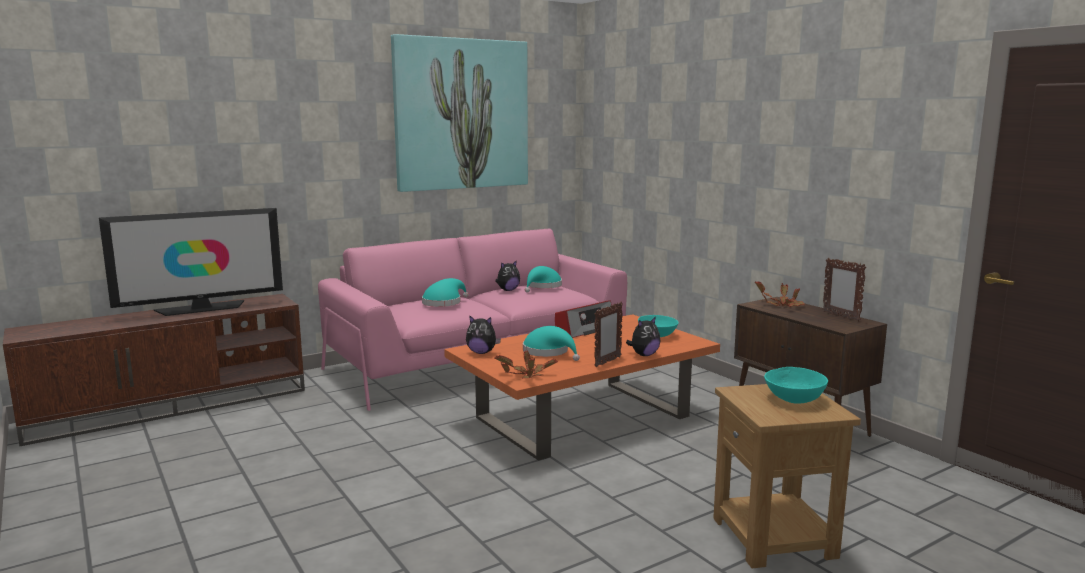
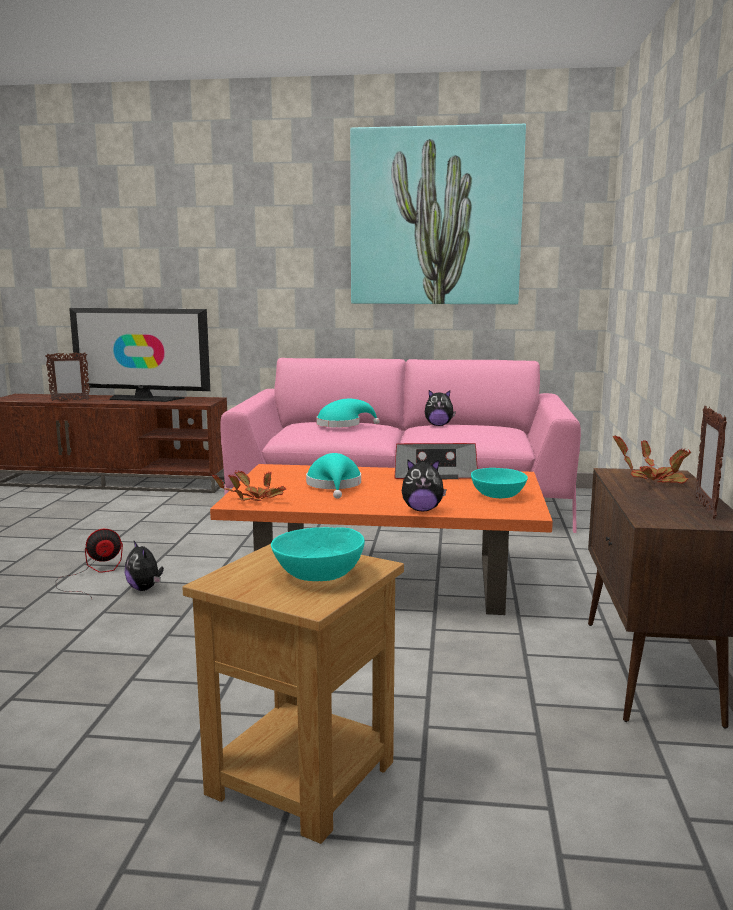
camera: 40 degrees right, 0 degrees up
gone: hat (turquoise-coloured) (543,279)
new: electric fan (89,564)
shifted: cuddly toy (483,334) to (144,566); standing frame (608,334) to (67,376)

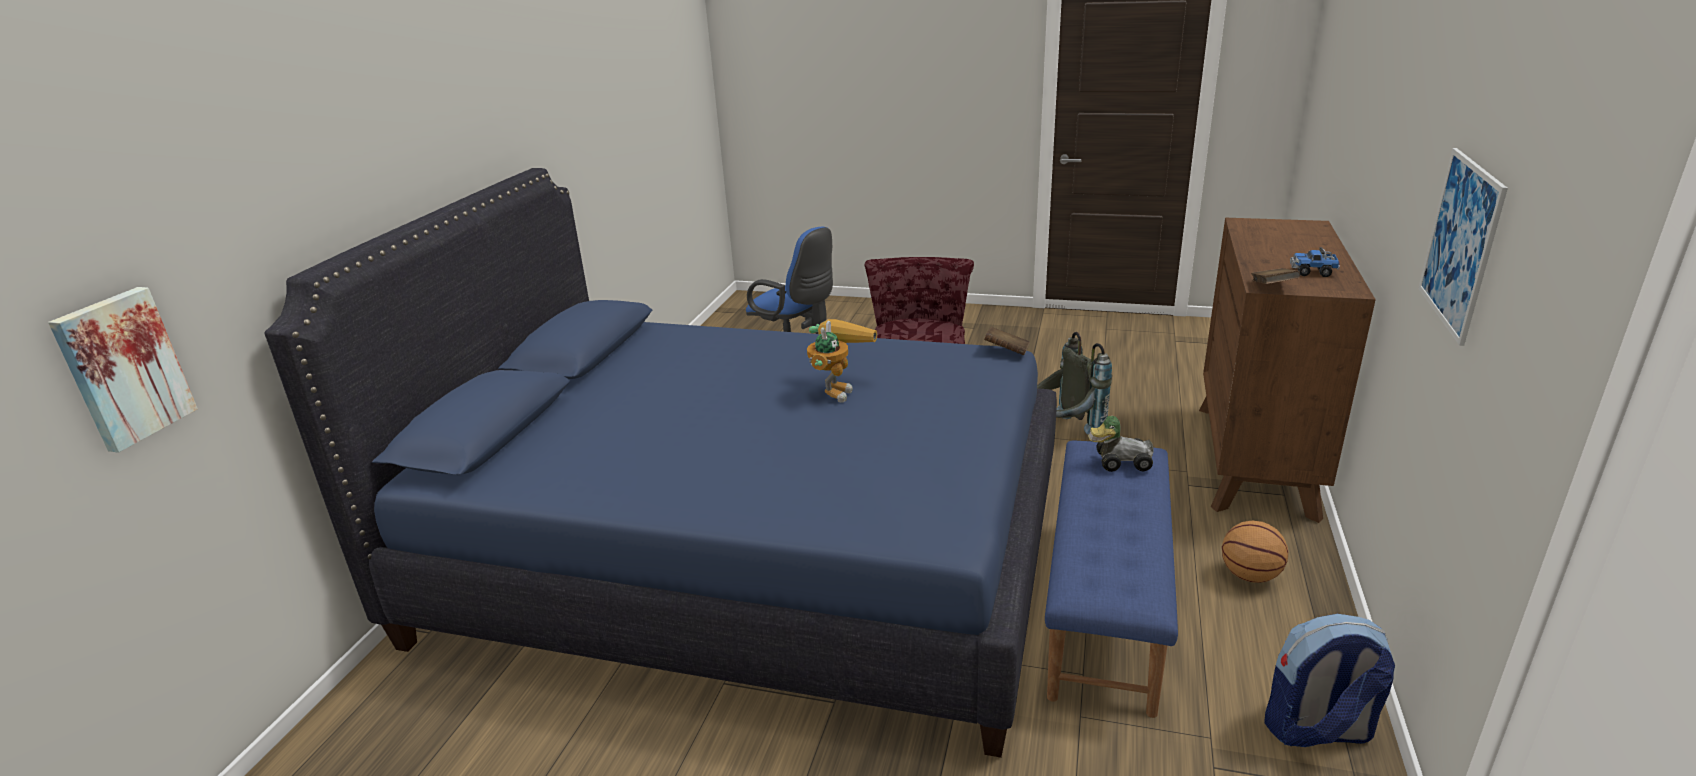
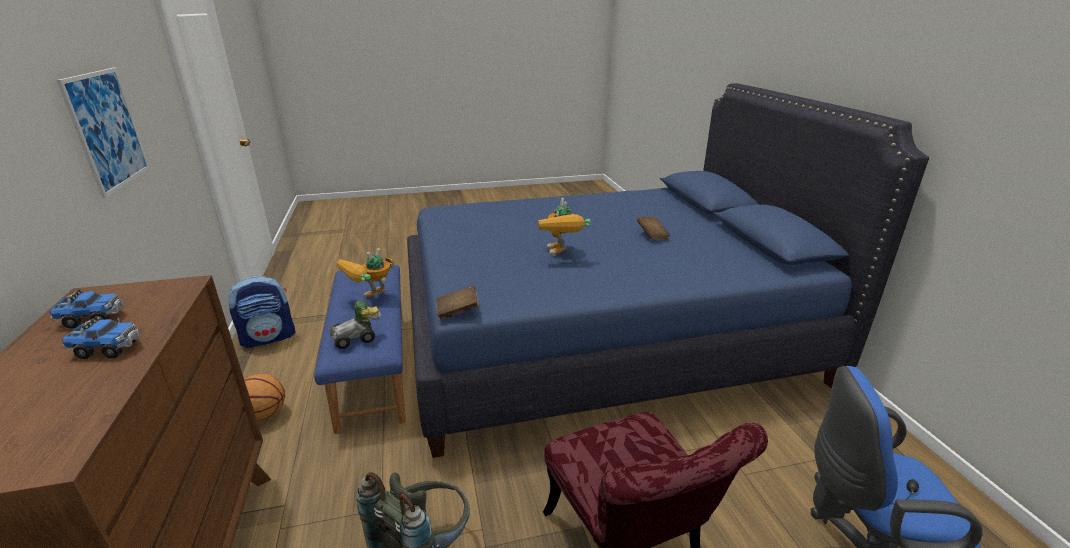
camera: 150 degrees right, 0 degrees up
gone: picture (123,370)
new: toy truck (101,337); toy robot (365,273)
shifted: book (brownish) (1275,276) to (653,228)

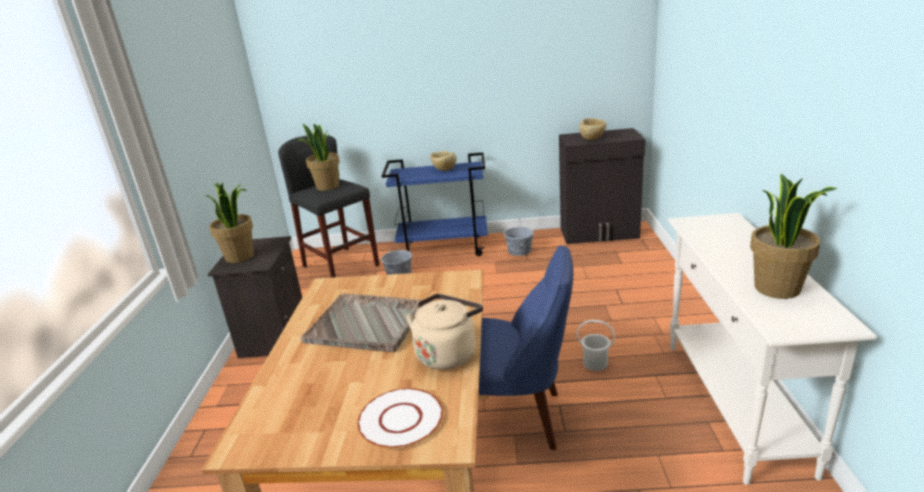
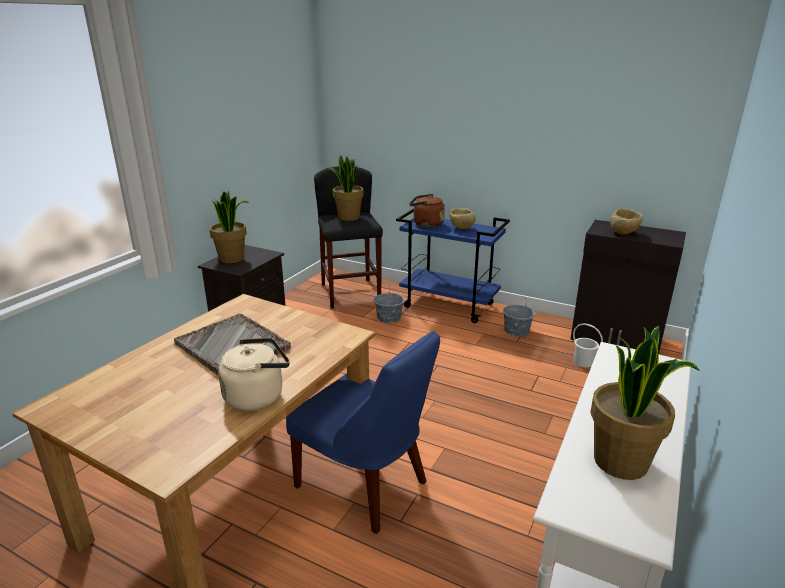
camera: 25 degrees right, 0 degrees up
gone: dinner plate (whitish) (400,418)
new: kettle (brownish) (427,211)
shifted: pail (whitish) (596,345) to (588,346)

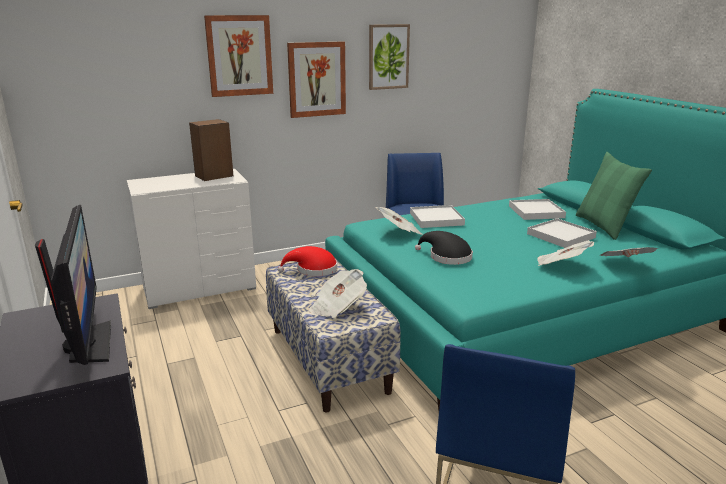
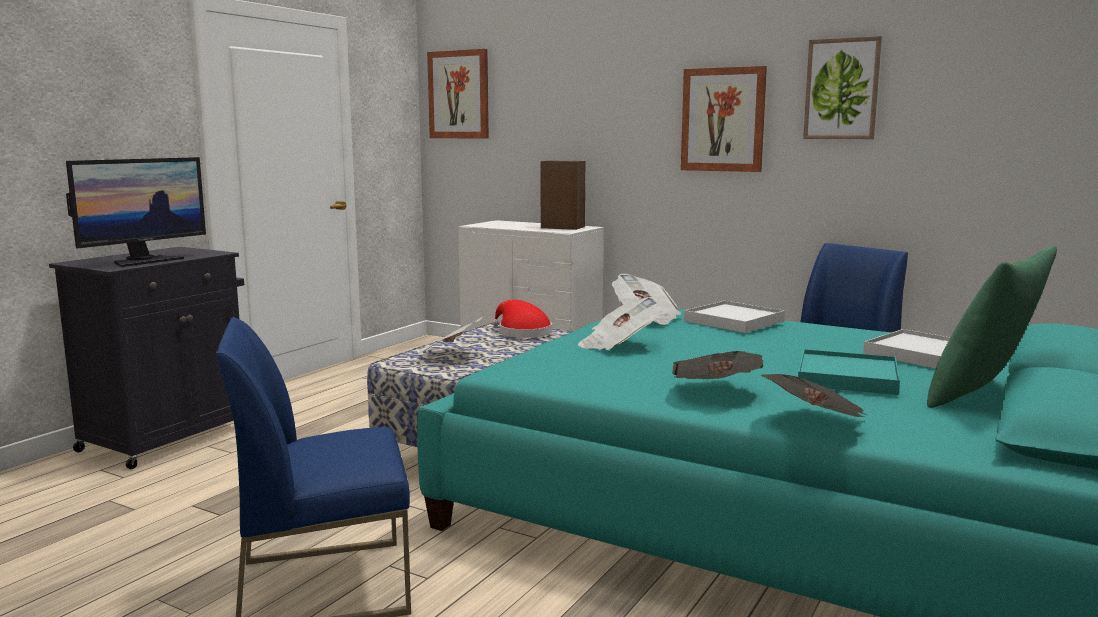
camera: 55 degrees right, 10 degrees down
shifted: picture (238,56) to (458,94)
swapped: hat (blackish) (444,248) to printed paper (619,323)
repainted: serving tray (whitish) (562,233) to serving tray (turquoise-coloured) (849,372)

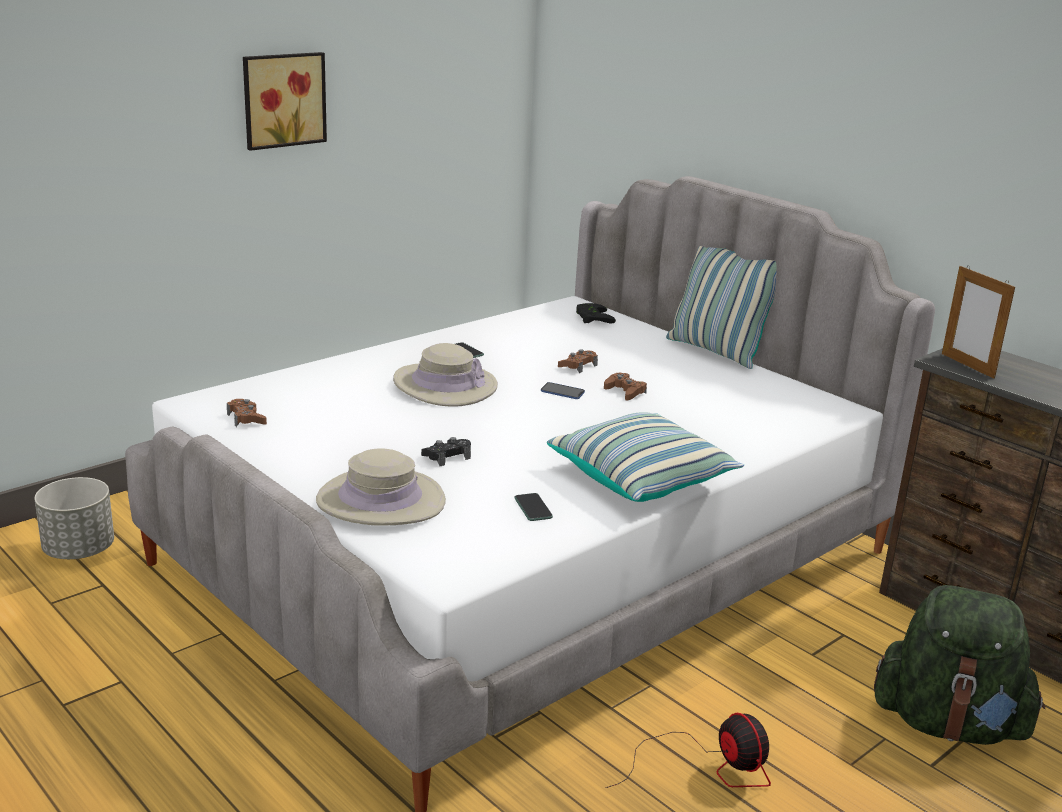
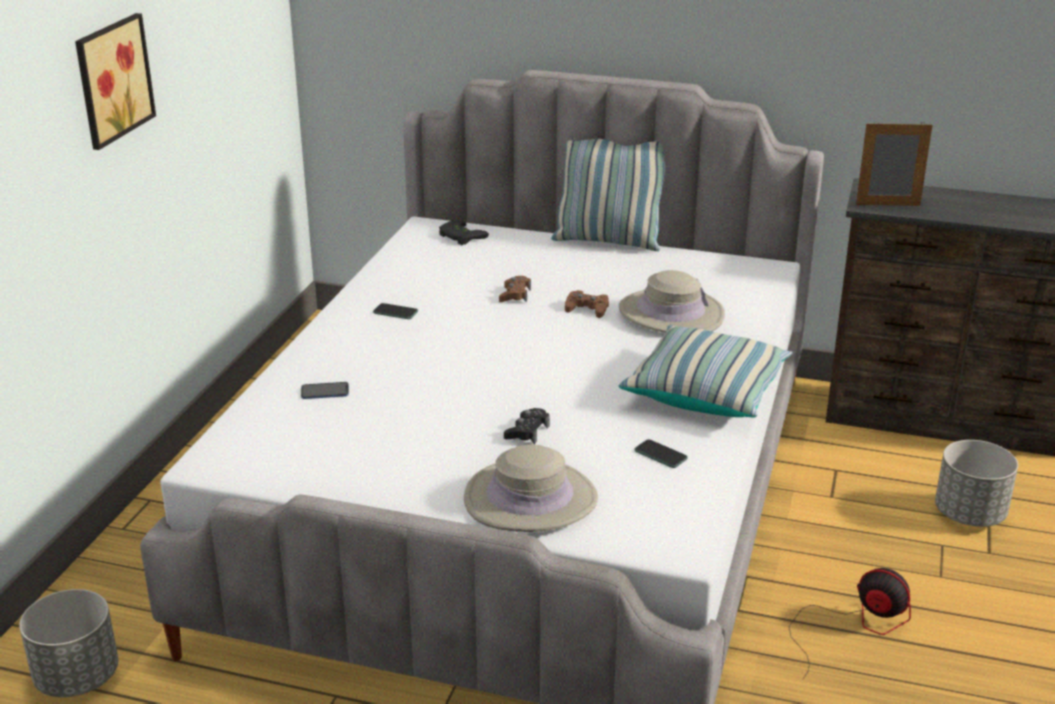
camera: 30 degrees left, 5 degrees up
gone: gamepad (brownish) (247,413)
shifted: hat (beige) (445,375) to (672,301); handset (563,390) to (325,390)
swapped: backpack (greenish) (959,665) to flower pot (grey) (976,483)
rotated: standing frame (978,322) = (894,163) 150 degrees clockwise

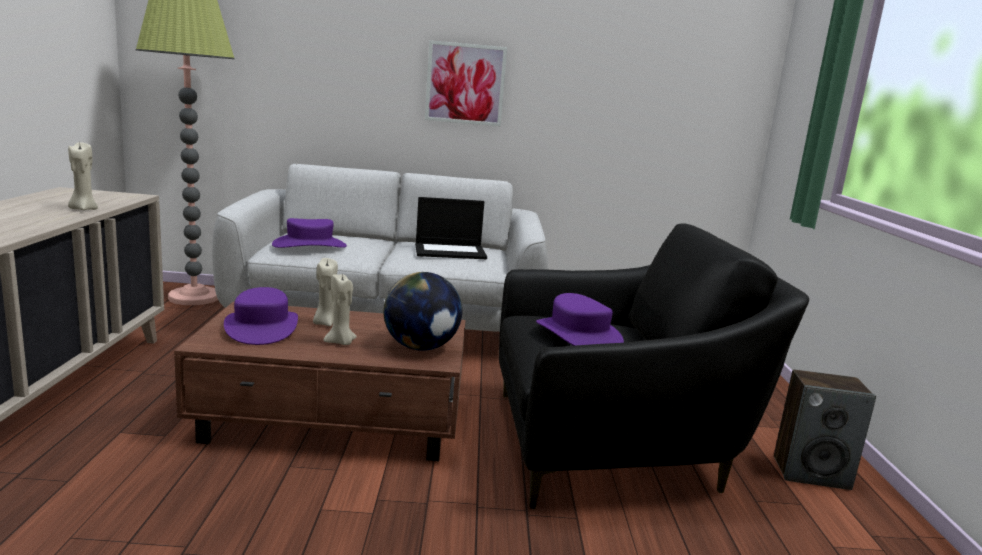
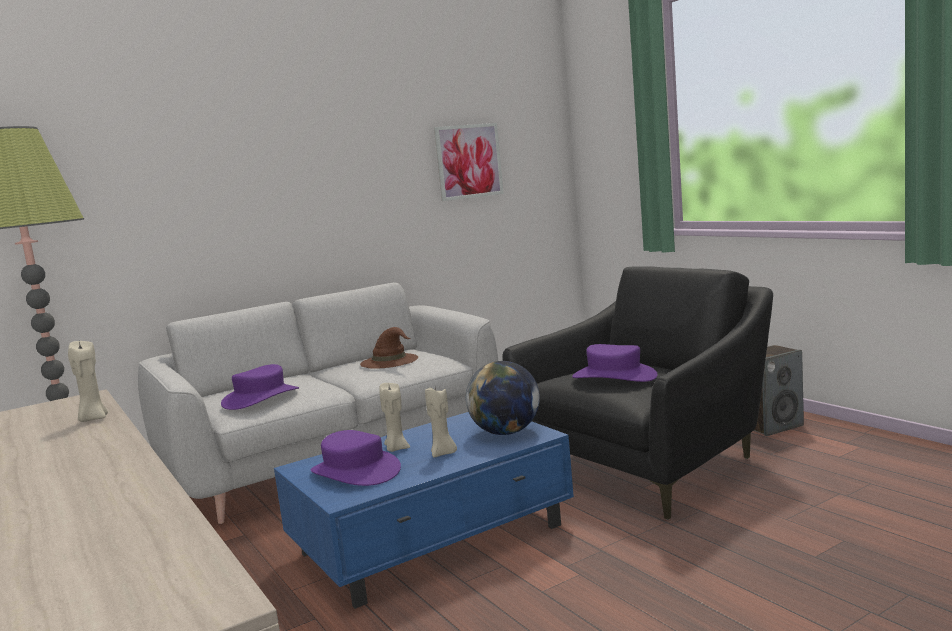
camera: 30 degrees left, 5 degrees down
shifted: picture (466,83) to (469,162)
swapped: portable computer (451,228) to hat (brownish) (389,348)
repainted: low table (brownish) (320,381) to low table (blue) (424,510)

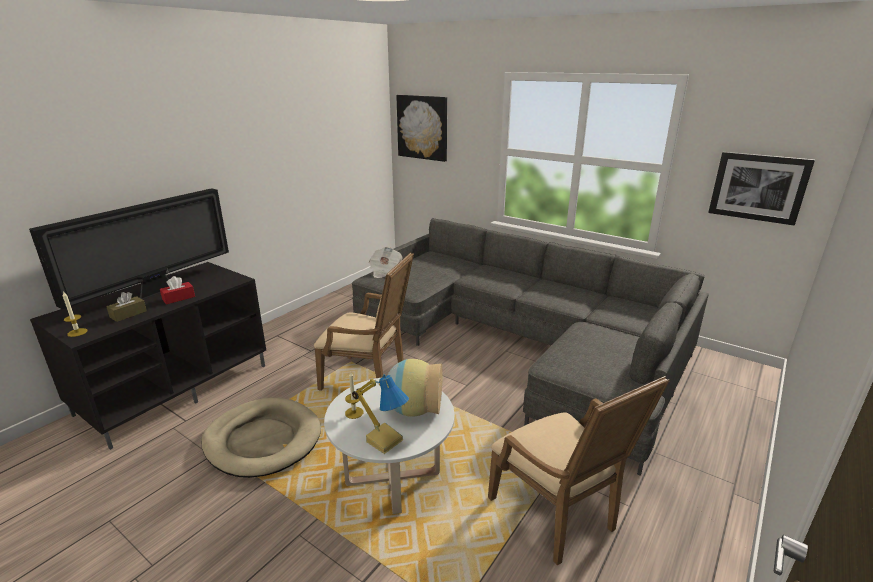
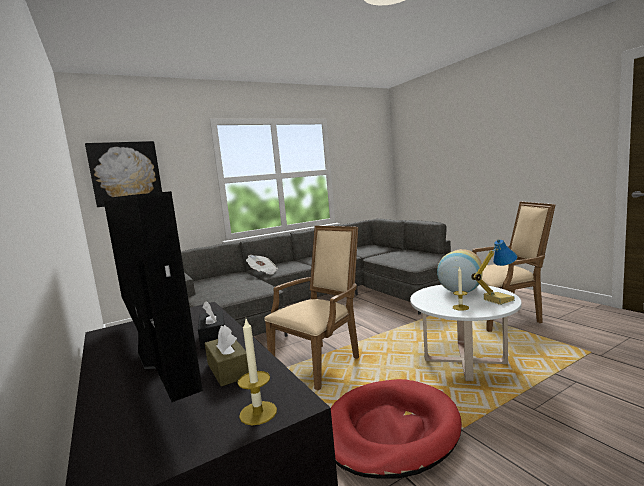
camera: 65 degrees left, 15 degrees down
gone: picture (761,189)
shifted: printed paper (386,262) to (262,265)
repainted: tissue holder (red) (177,290) to tissue holder (blackish) (211,325); dog bed (beige) (261,438) to dog bed (red) (396,429)

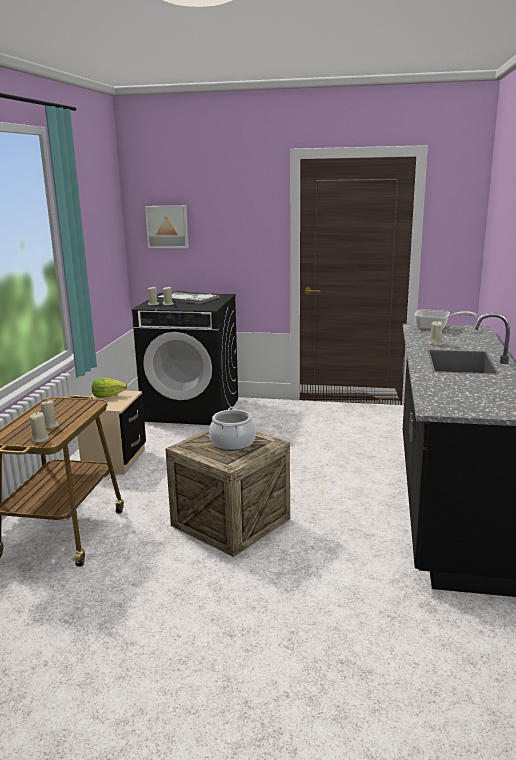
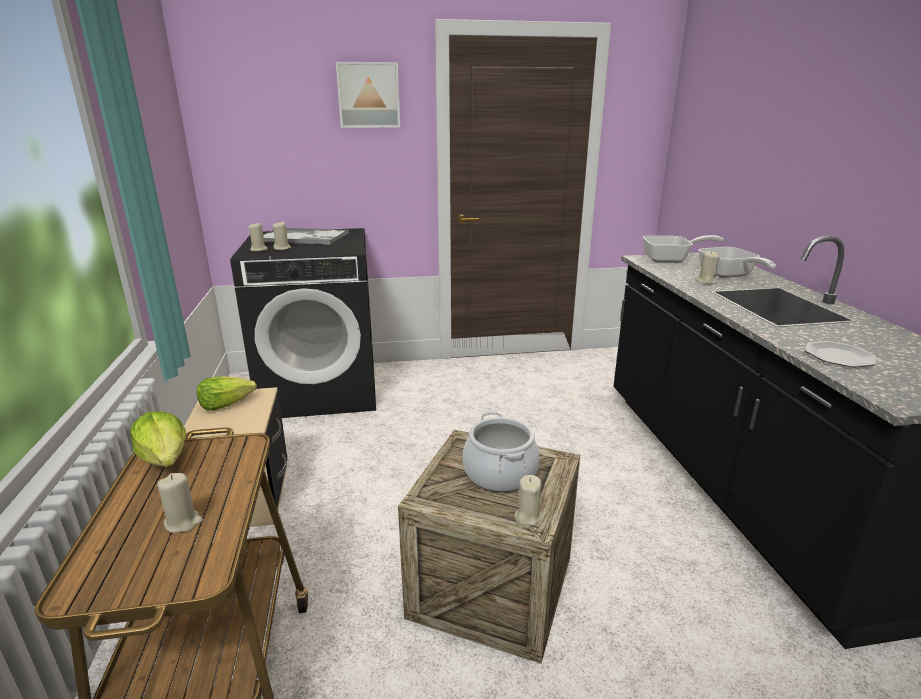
camera: 20 degrees left, 5 degrees up
new: lettuce (158,439); skillet (737,262); dinner plate (840,354)
shifted: candle (beige) (39,427) to (528,500); picture (167,227) to (368,95)

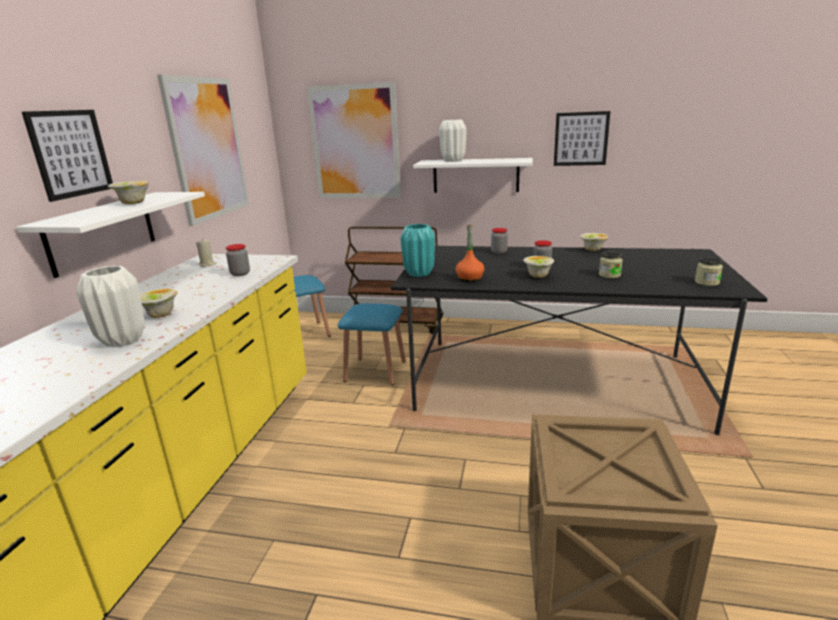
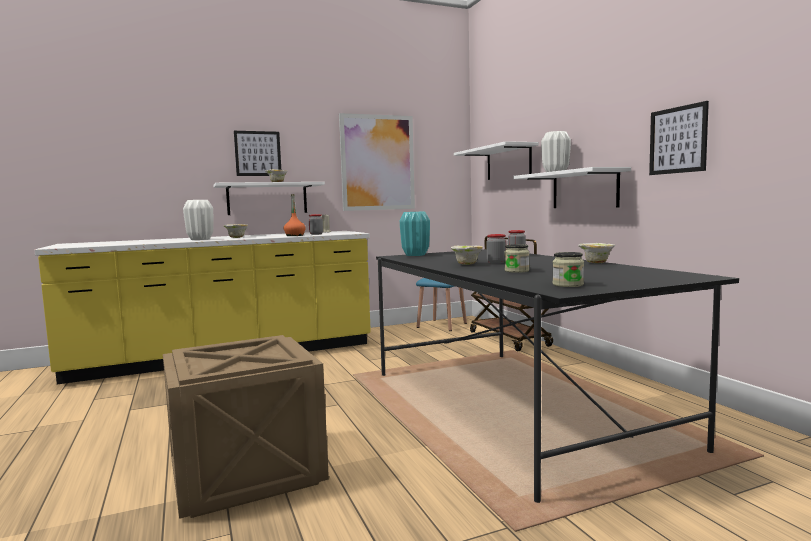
camera: 55 degrees right, 15 degrees down
gone: stool seat (blue) (372,344)
shifted: drink bottle (orange) (470,253) to (295,215)
swapped: picture (354,140) to wall shelf (whitish) (496,160)

